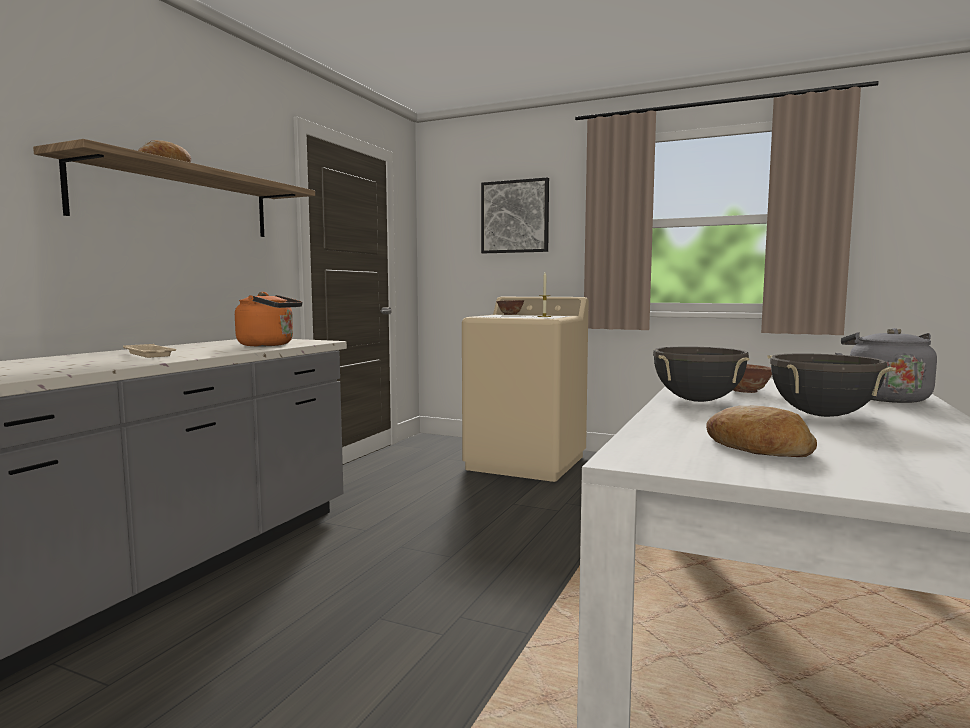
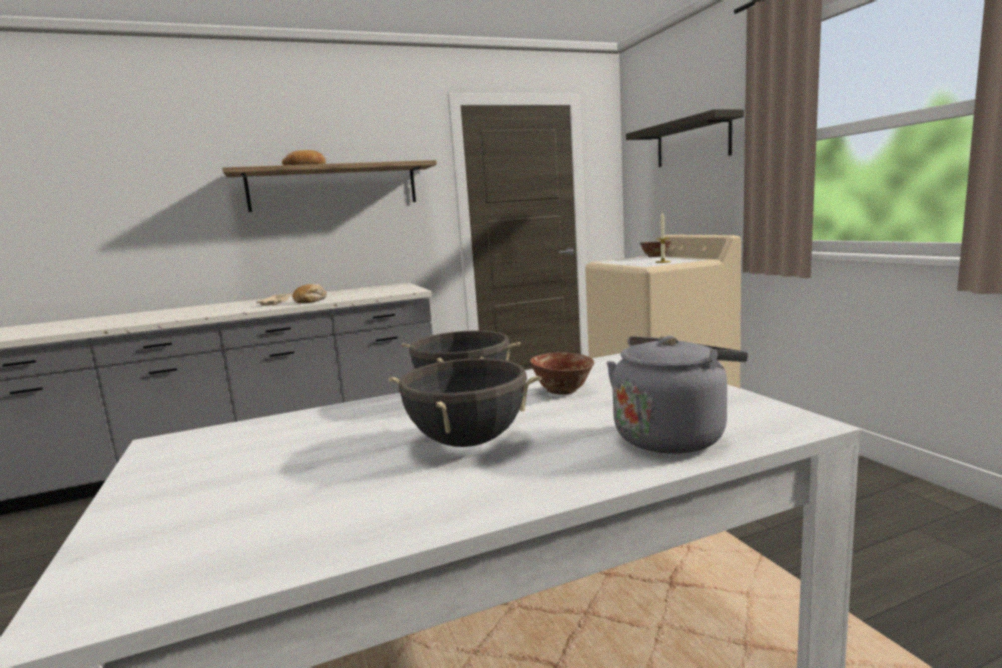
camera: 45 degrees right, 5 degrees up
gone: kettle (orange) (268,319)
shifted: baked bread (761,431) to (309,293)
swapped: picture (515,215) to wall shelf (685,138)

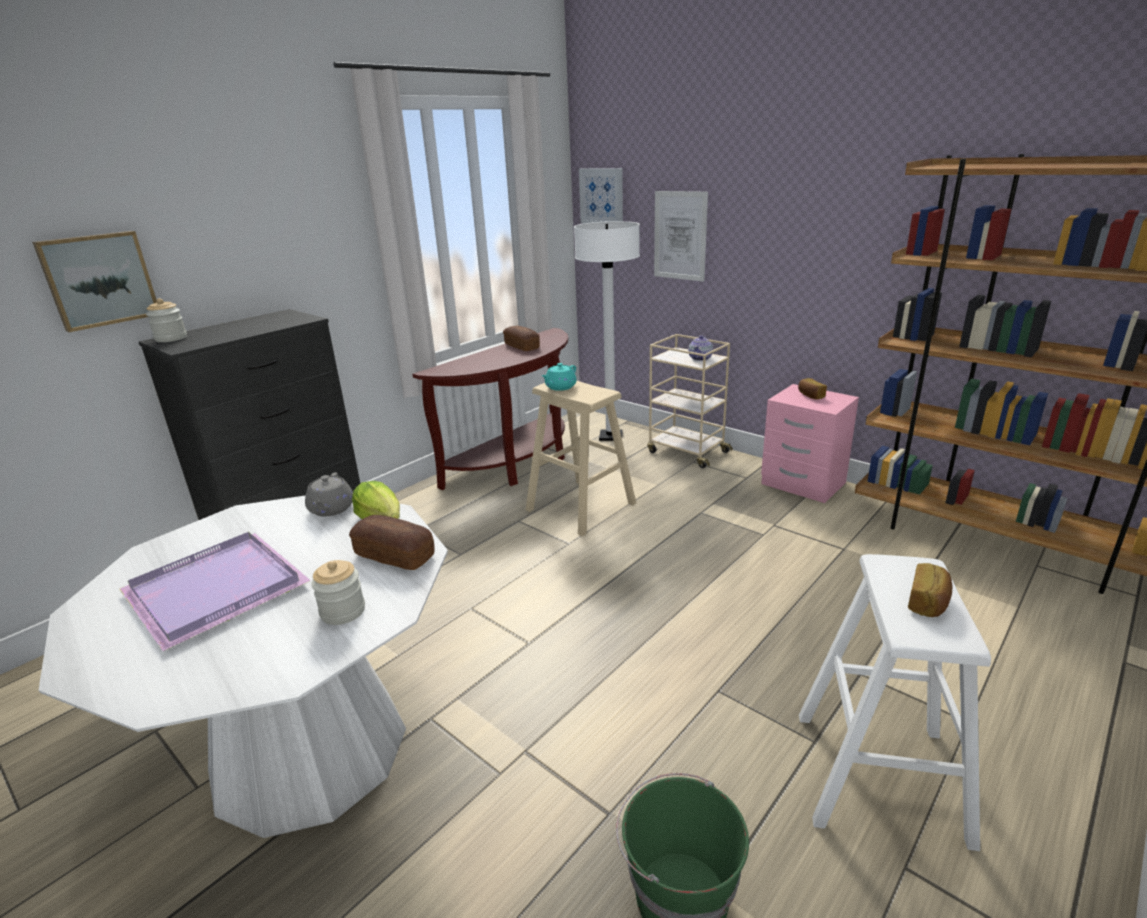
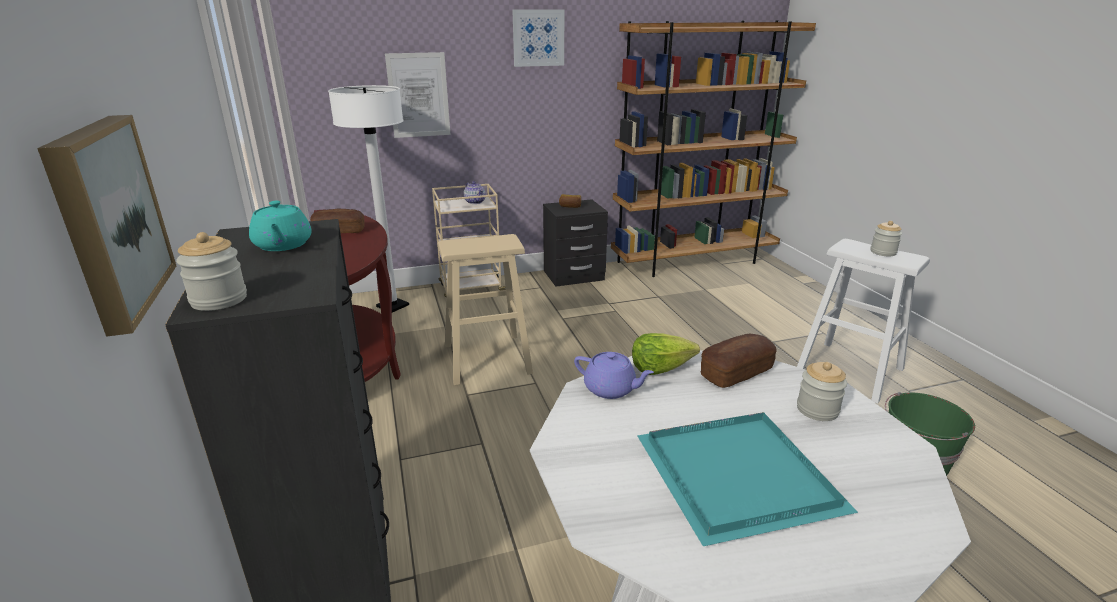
camera: 60 degrees left, 0 degrees up
shifted: pot for tea (turquoise-coloured) (559,377) to (280,226); picture (601,195) to (538,38)
swapped: baked bread (930,590) to preserve jar (886,238)
repainted: serving tray (purple-coloured) (215,591) to serving tray (turquoise-coloured) (748,479); pot for tea (grey) (329,495) to pot for tea (purple-coloured) (614,375); bedside table (pink) (810,443) to bedside table (blackish) (575,243)

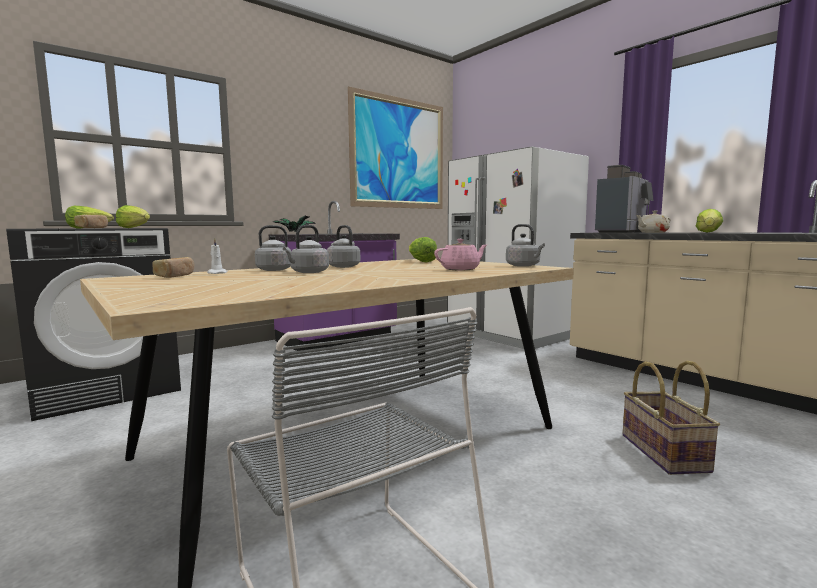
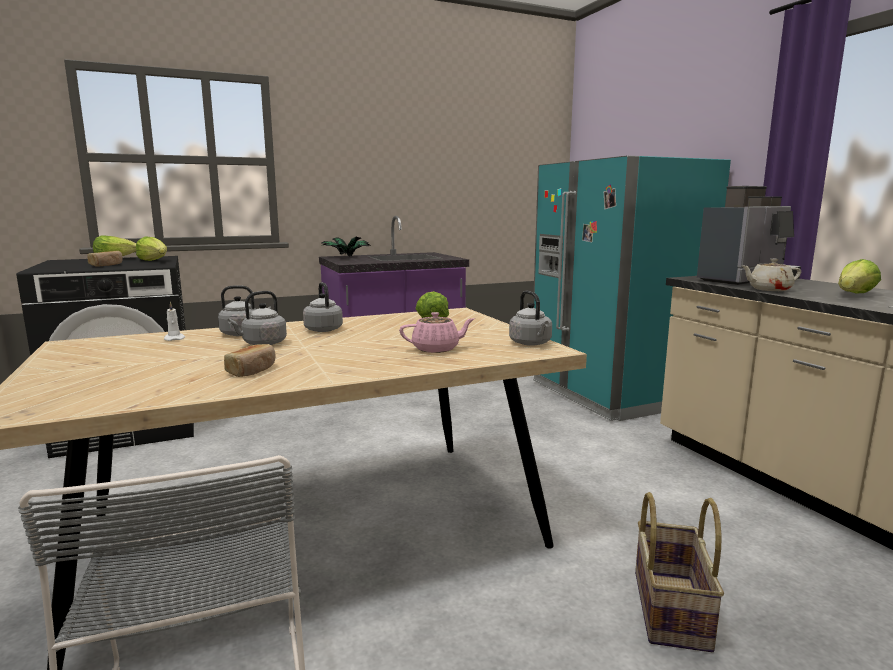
camera: 15 degrees right, 5 degrees up
gone: picture (395,147)
shifted: baked bread (173,267) to (250,360)
repainted: fridge (whitish) (518,247) to fridge (turquoise-coloured) (632,288)

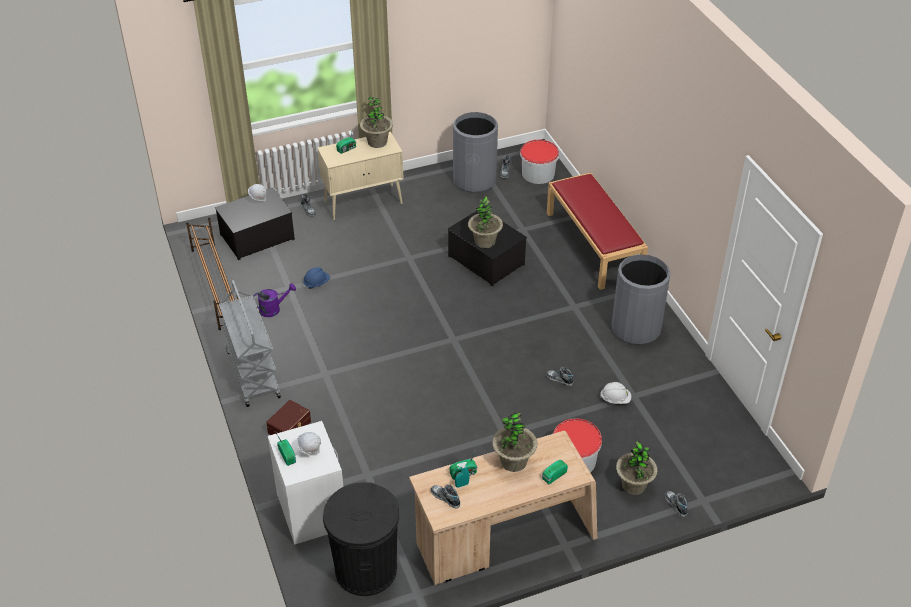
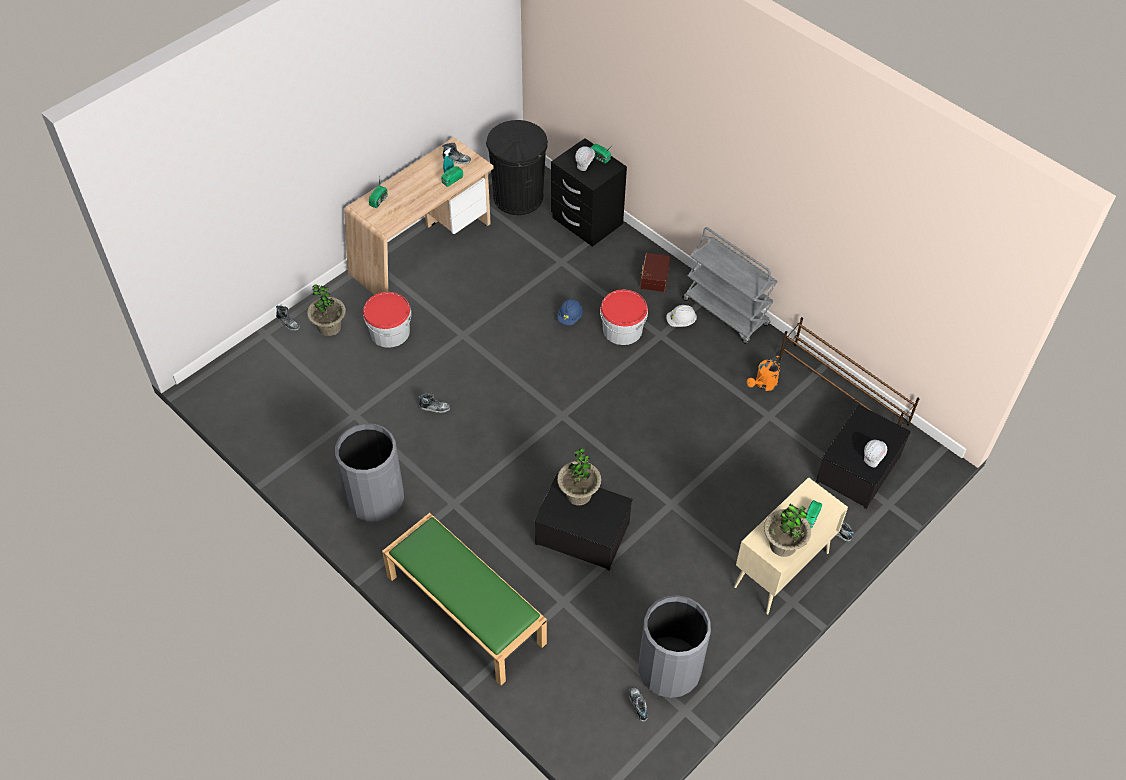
camera: 155 degrees right, 10 degrees up
gone: houseplant (515,441)
shifted: work helmet (blue) (316,278) to (570,312); pail (539,162) to (624,317); work helmet (whitish) (615,393) to (681,316)
repainted: watering pot (purple-coloured) (274,300) to watering pot (orange) (764,373); bedside table (whitish) (305,483) to bedside table (blackish) (589,192); indoor bench (red) (597,231) to indoor bench (greenish) (464,599)

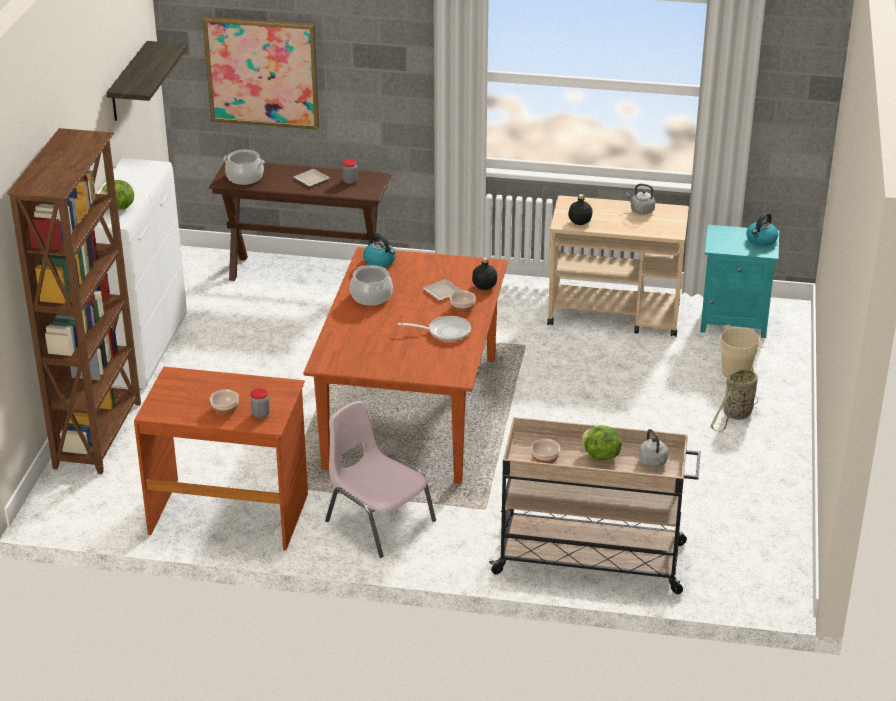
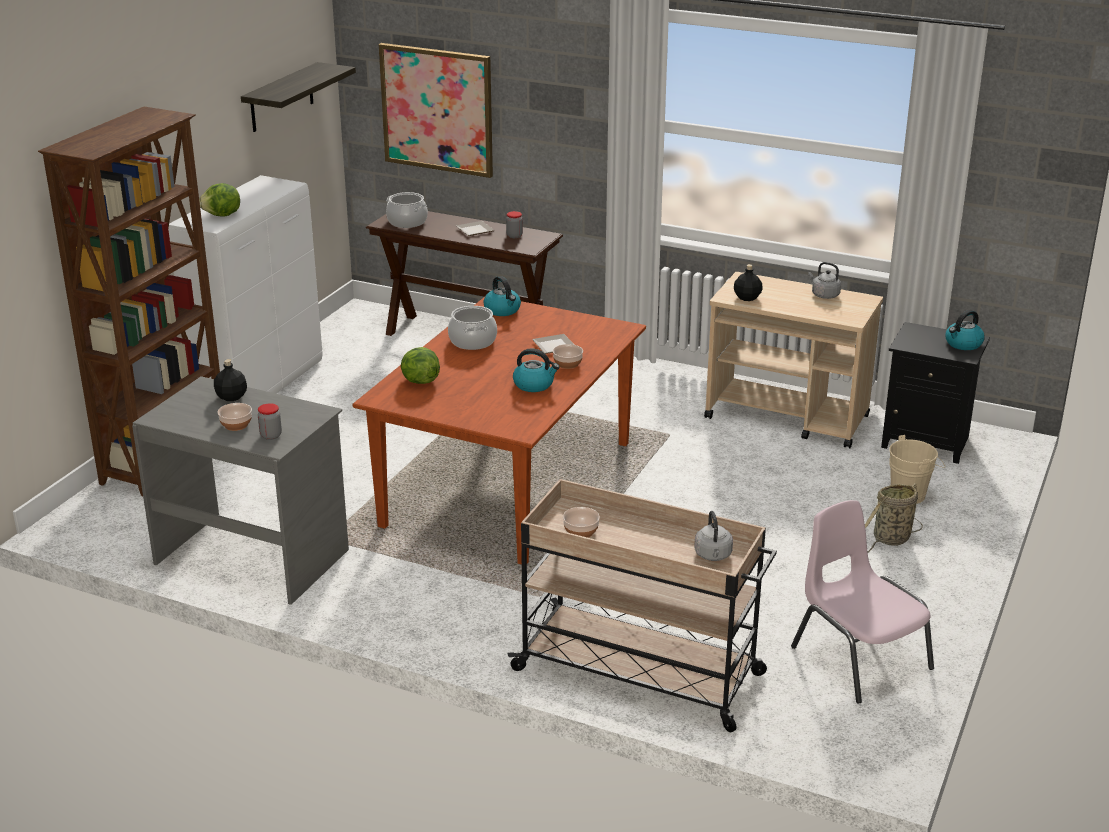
camera: 15 degrees right, 5 degrees down
shifted: upright chair (pink) (380,479) to (862,601); drink bottle (blackish) (484,273) to (230,380); lettuce (601,442) to (420,365)
swapped: skillet (434,328) to kettle (536,370)
repainted: desk (brownish) (221,458) to desk (grey) (240,490); bedside table (turquoise-coloured) (739,281) to bedside table (blackish) (935,393)

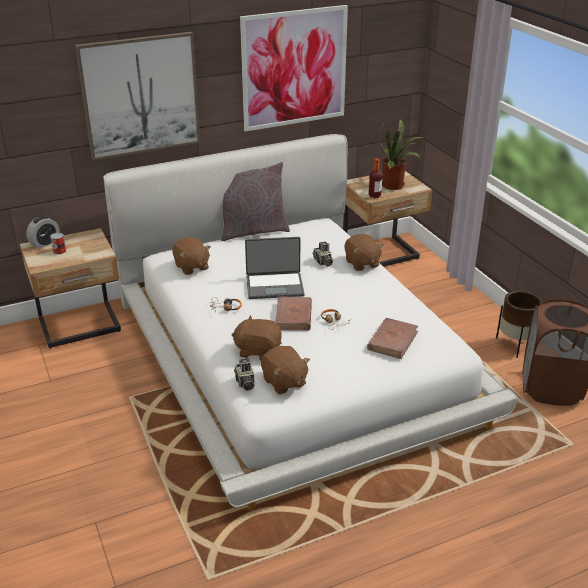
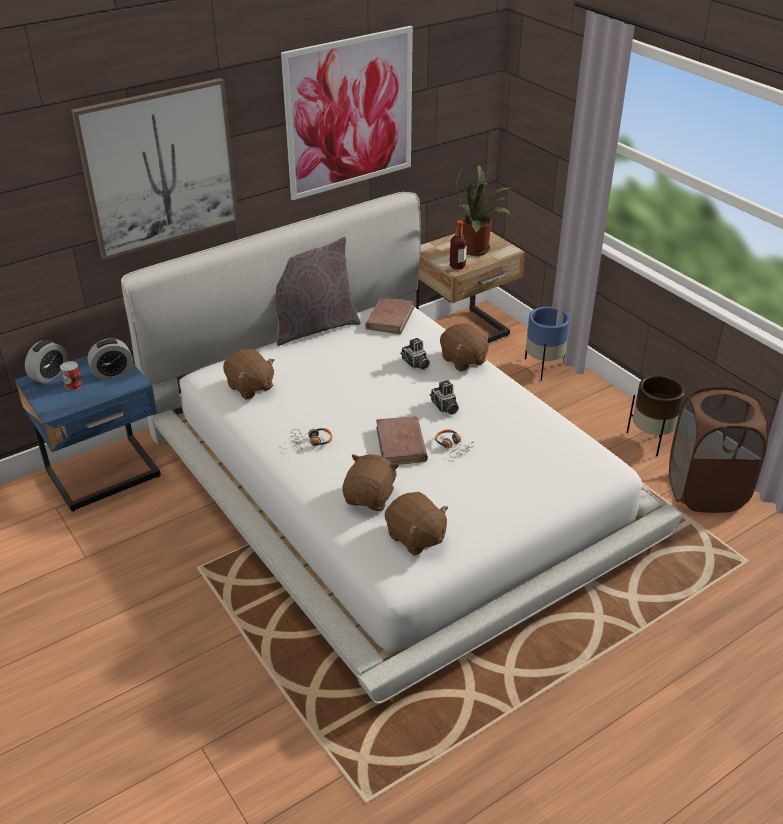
camera: 10 degrees left, 5 degrees up
gone: portable computer (274,268)
new: bedside clock (110,359); flower pot (blue) (547,344)
shifted: photo camera (244,374) to (444,397); book (brownish) (392,338) to (389,316)
repainted: bedside table (beige) (70,288) to bedside table (blue) (88,434)
rotated: cuddly toy (brownish) (257,337) = (371,482) 105 degrees clockwise

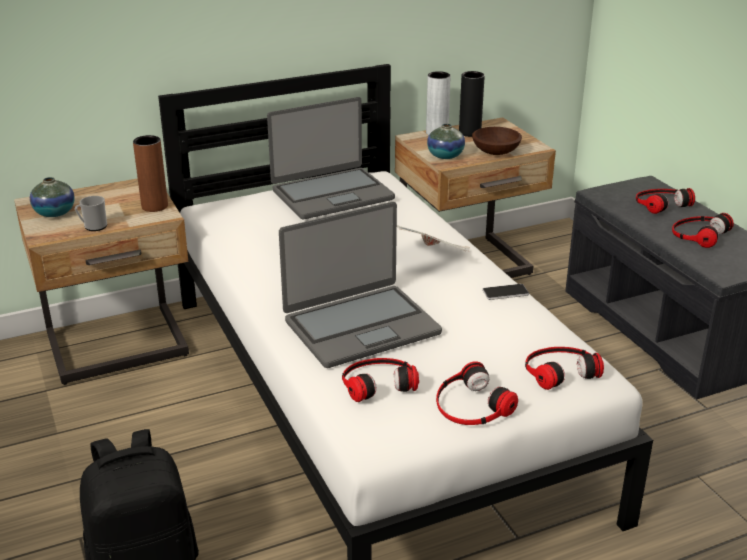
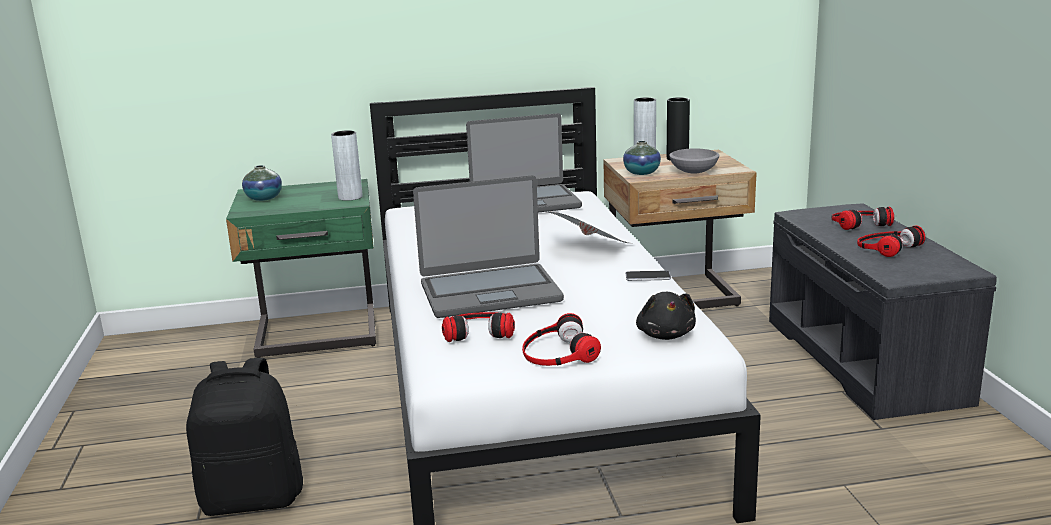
camera: 15 degrees right, 10 degrees down
gone: tea mug (91,213)
swapped: headset (564,368) to cuddly toy (blackish) (666,316)
repainted: bedside table (beige) (101,282) to bedside table (greenish) (301,268); vase (brownish) (150,173) to vase (grey) (346,165); serving bowl (brownish) (497,141) to serving bowl (grey) (694,160)

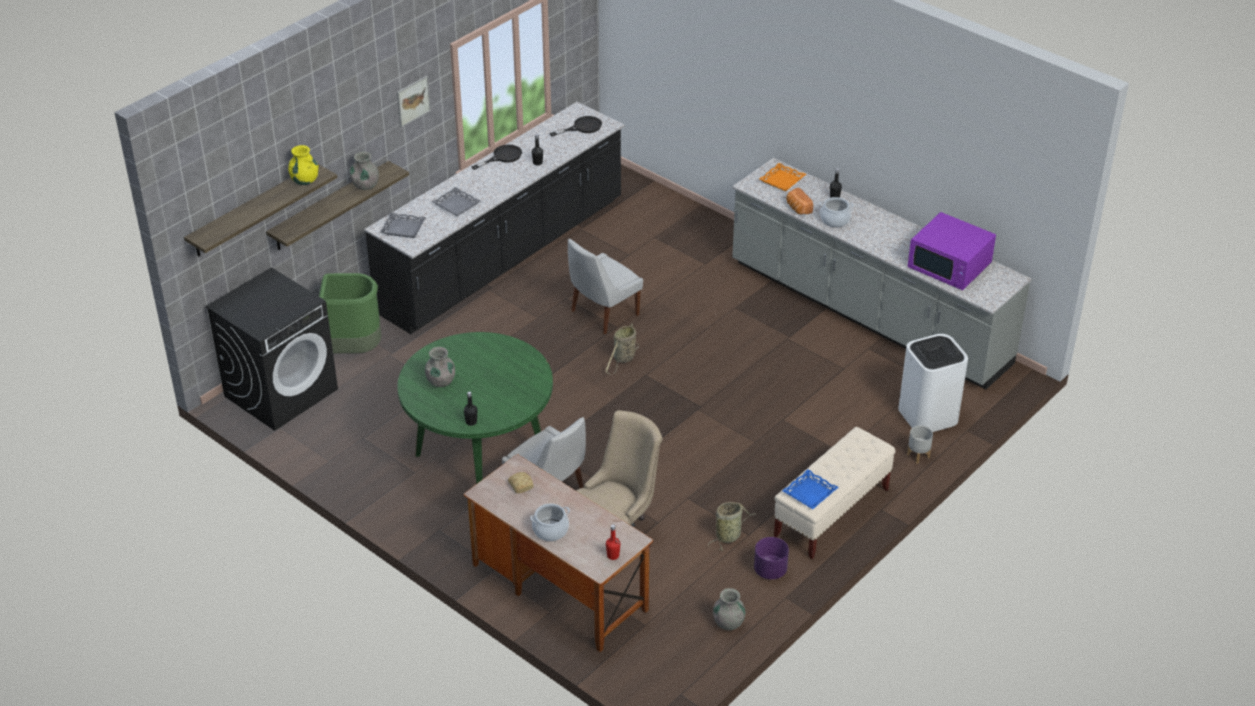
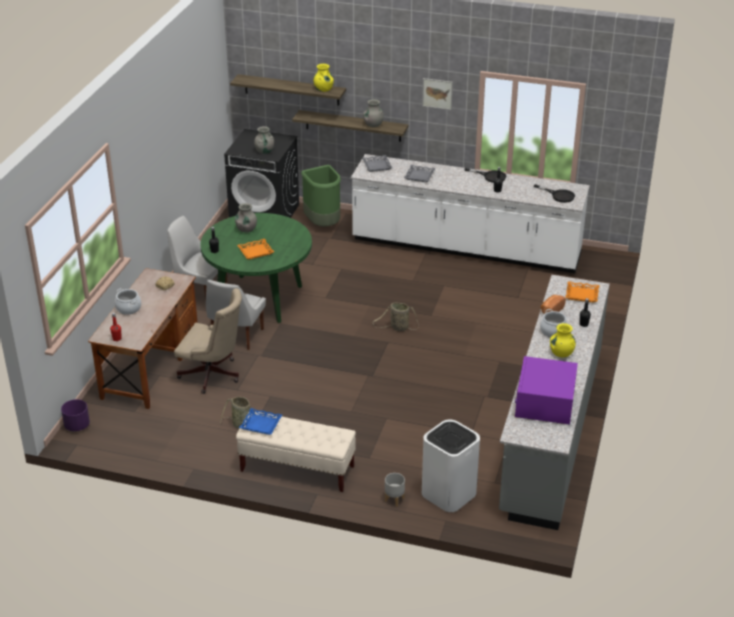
camera: 65 degrees right, 5 degrees down
new: serving tray (orange) (255,249); vase (yellow-coloured) (563,340)
shifted: upright chair (whitish) (605,286) to (197,256); vase (grey) (729,609) to (264,140); flower pot (purple-coloured) (771,558) to (75,415)
repainted: kitchen counter (blackish) (494,218) to kitchen counter (whitish) (470,213)

